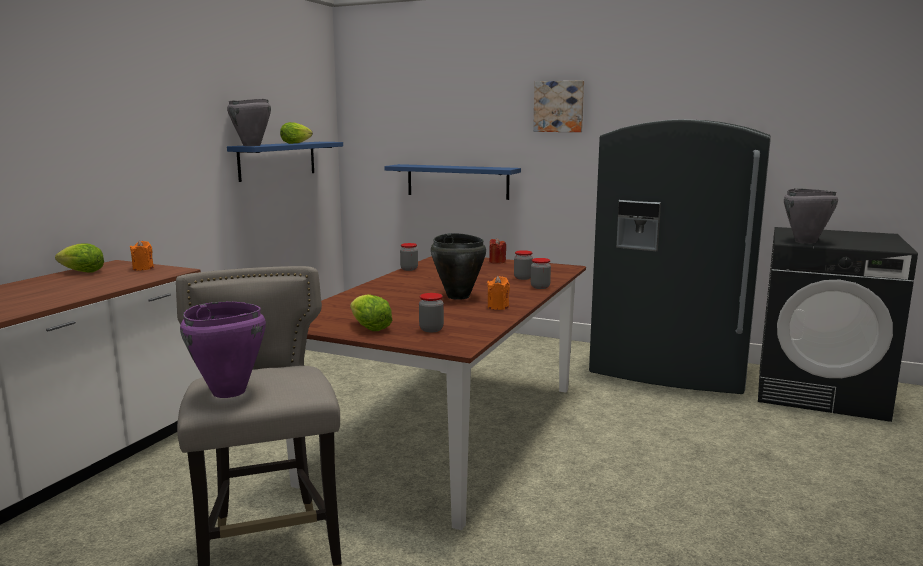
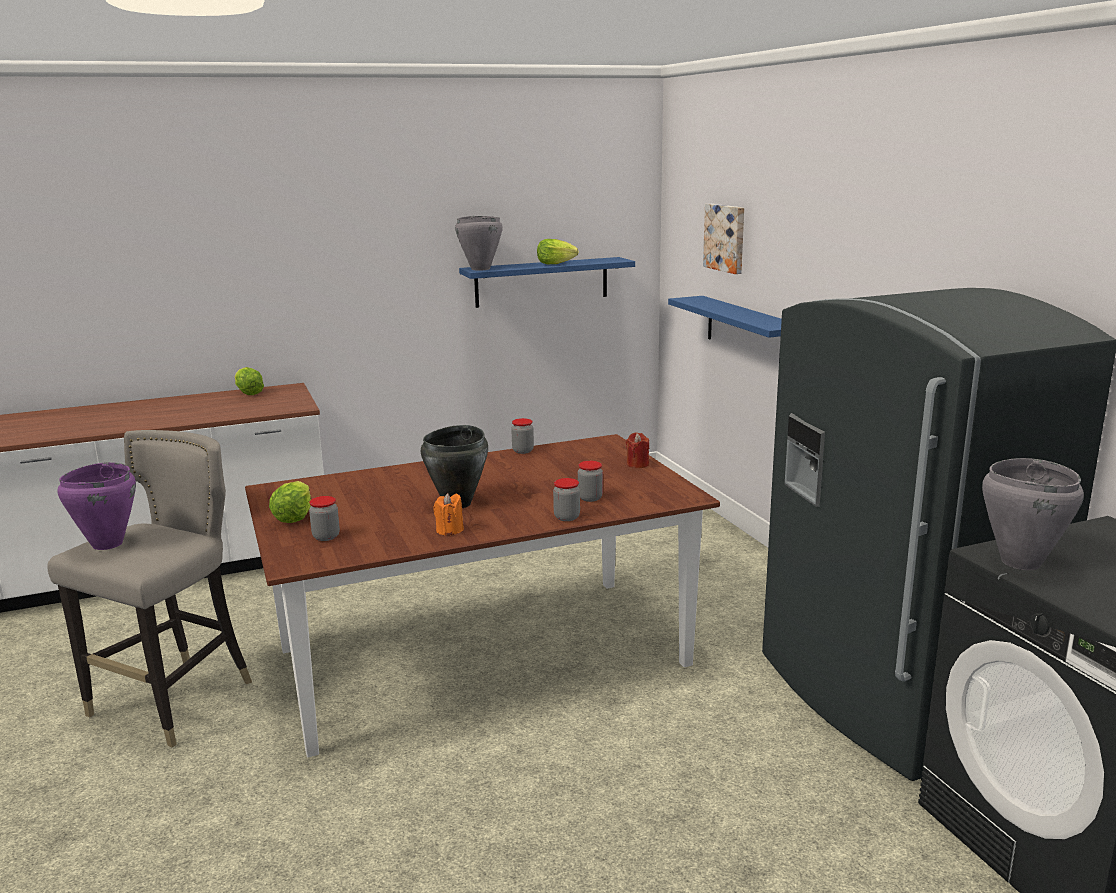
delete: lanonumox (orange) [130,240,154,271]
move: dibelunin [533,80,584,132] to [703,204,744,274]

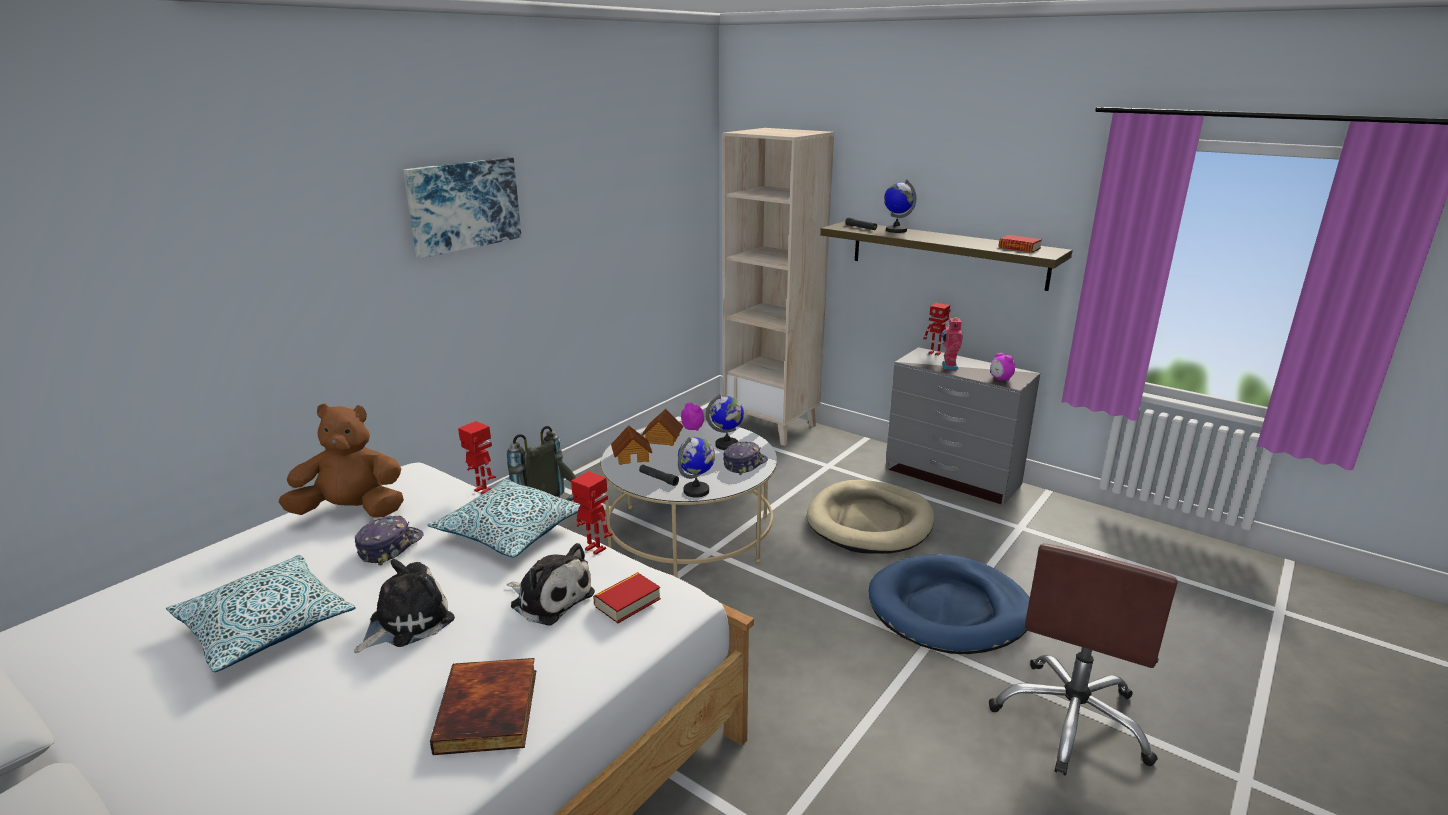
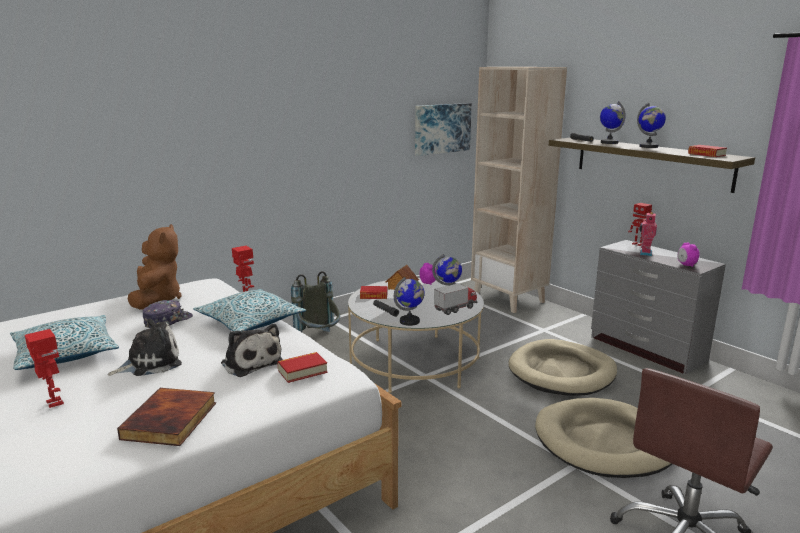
insert: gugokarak [637,103,666,148]
move: dibelunin [403,157,522,258] to [415,103,472,156]; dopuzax [571,471,612,555] to [25,329,64,408]
replace: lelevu [611,425,653,465] to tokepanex [360,286,388,299]; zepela [723,441,768,475] to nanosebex [434,283,477,315]
recolor: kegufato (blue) [868,554,1030,654] to kegufato (beige) [535,398,672,478]
rotate: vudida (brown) [278,404,404,518] = [128,224,181,310] 75 degrees clockwise

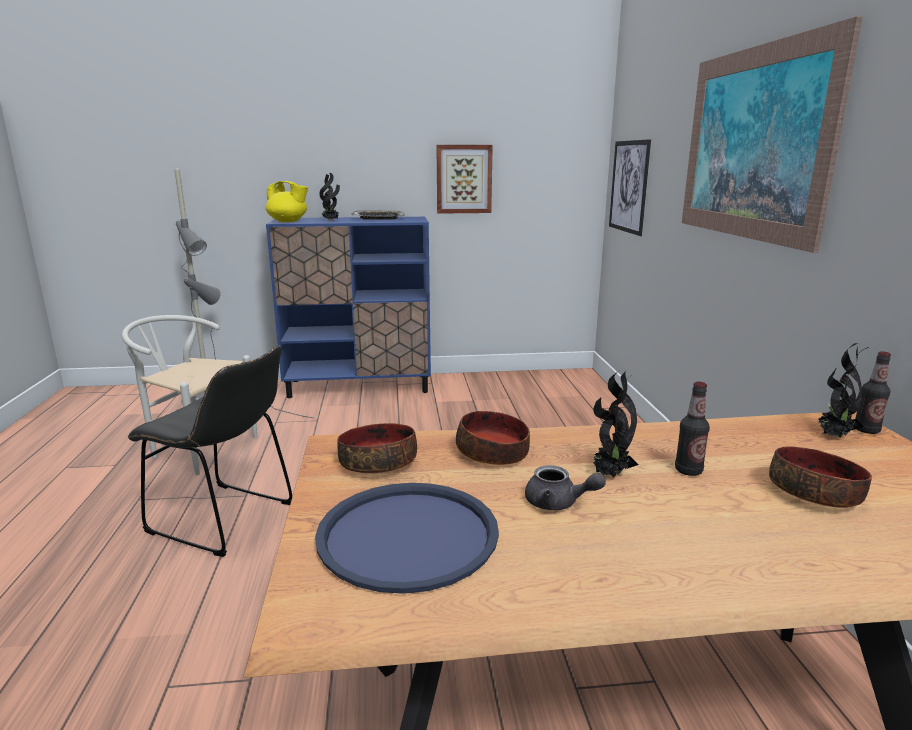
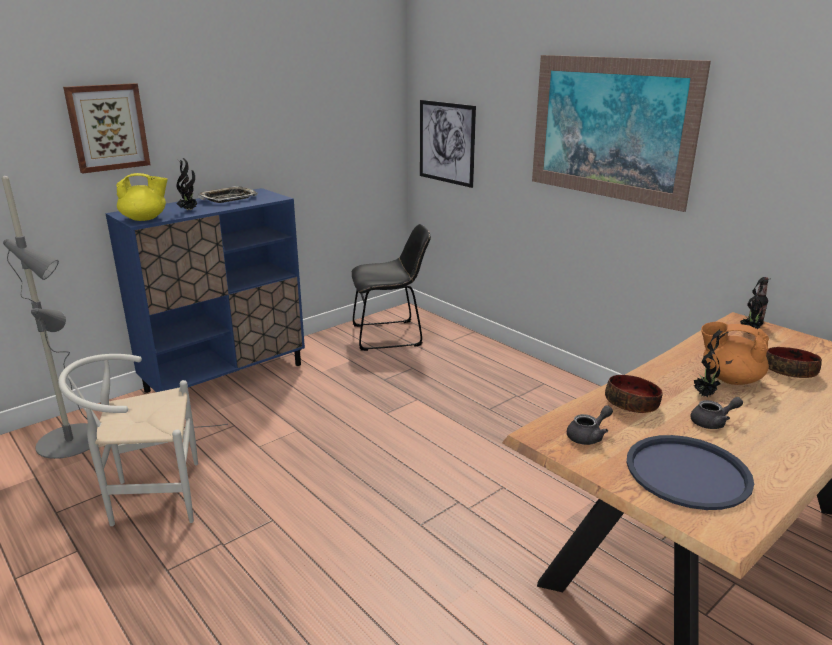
move: dibelunin [436,145,493,214] to [63,83,150,174]; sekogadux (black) [128,345,292,557] to [352,224,431,351]
replace: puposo [675,382,710,476] to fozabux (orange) [701,322,769,385]; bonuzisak [337,423,417,473] to fozabux (grey) [567,405,613,445]

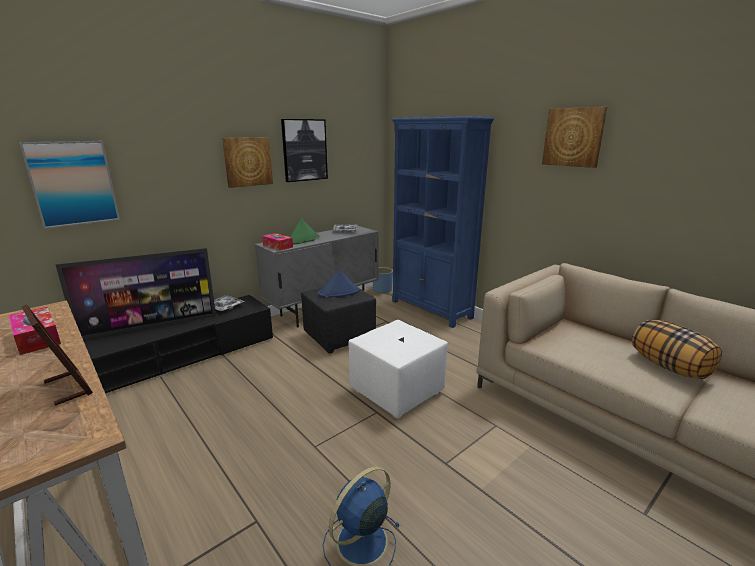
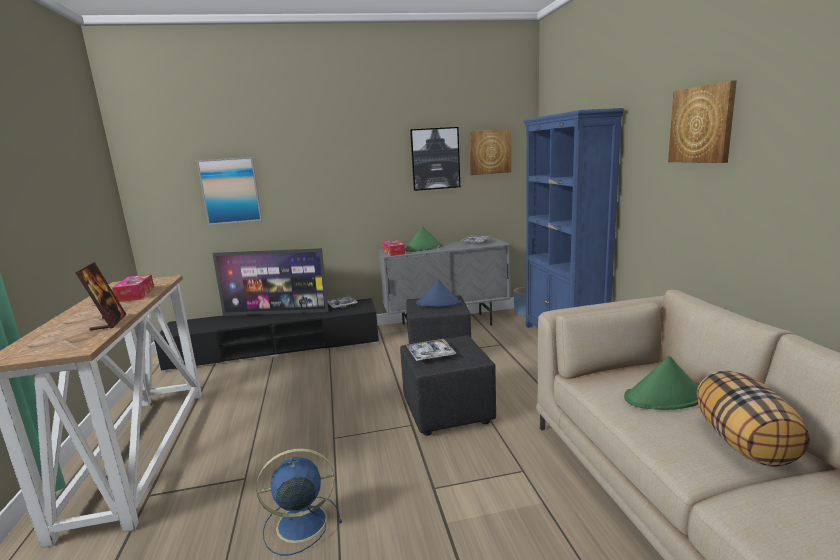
insert: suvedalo [406,339,456,361]; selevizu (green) [624,356,698,410]
move: dibelunin [222,137,273,188] to [469,129,511,175]
recolor: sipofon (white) [348,320,448,419] to sipofon (black) [400,335,496,436]

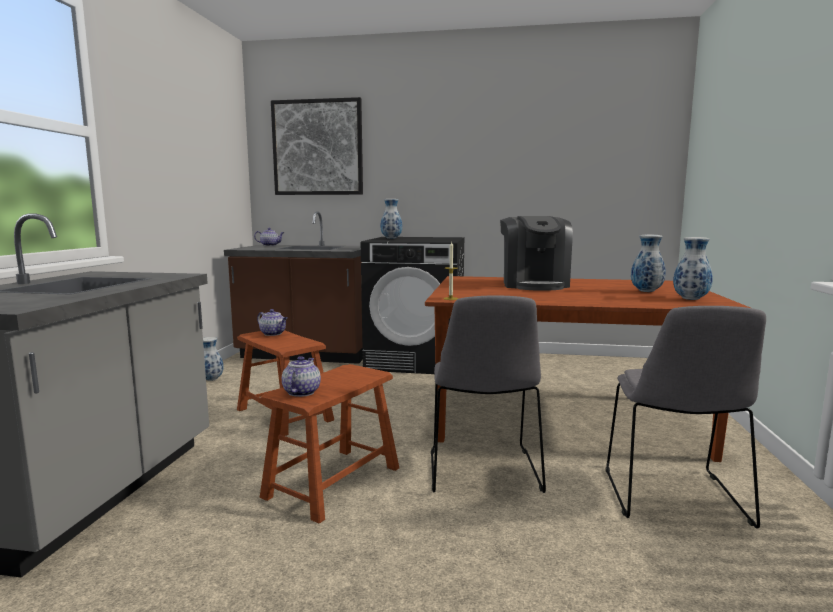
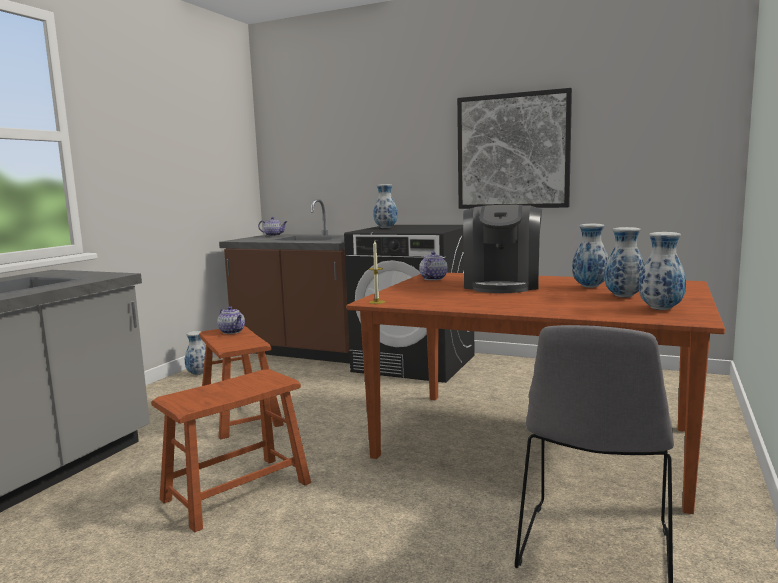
delete: sekogadux (grey) [431,295,546,493]
insert: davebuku [572,224,608,288]
move: dibelunin [271,97,363,195] to [457,88,572,209]; fozabux [282,356,321,397] to [419,251,448,280]

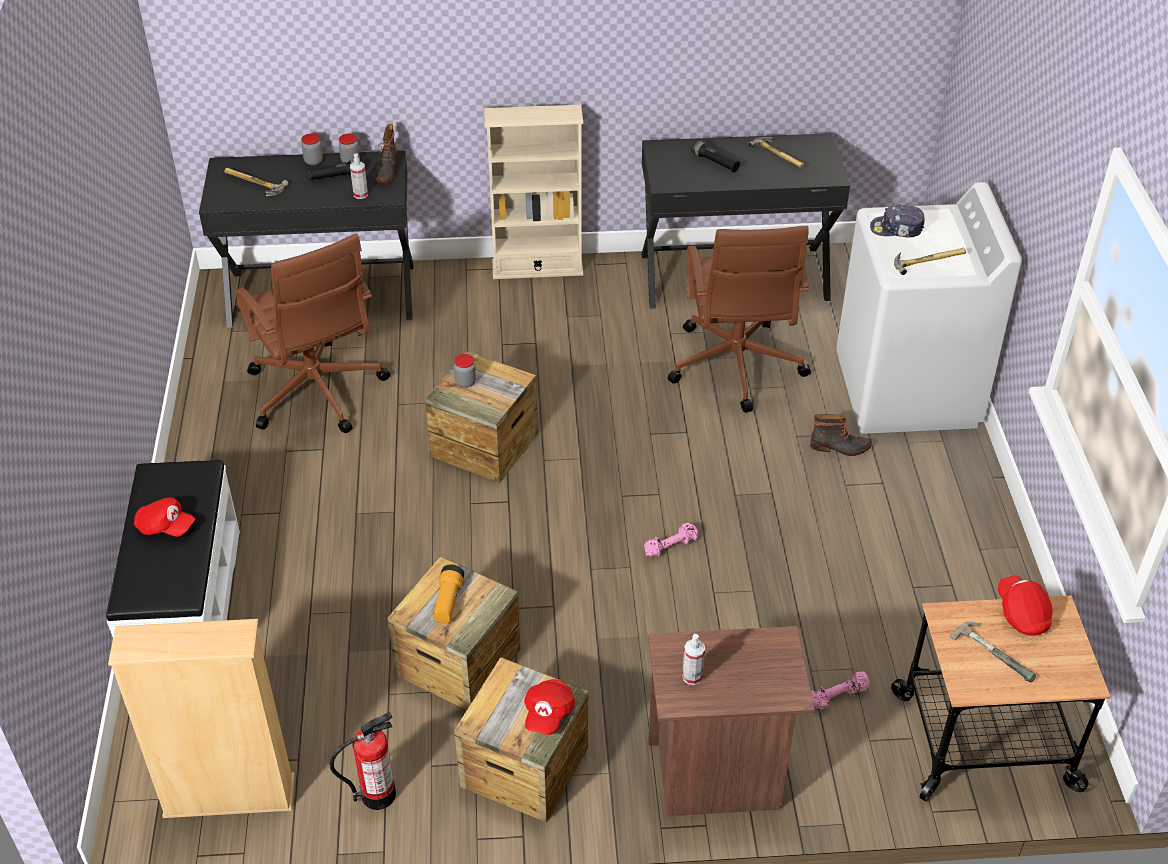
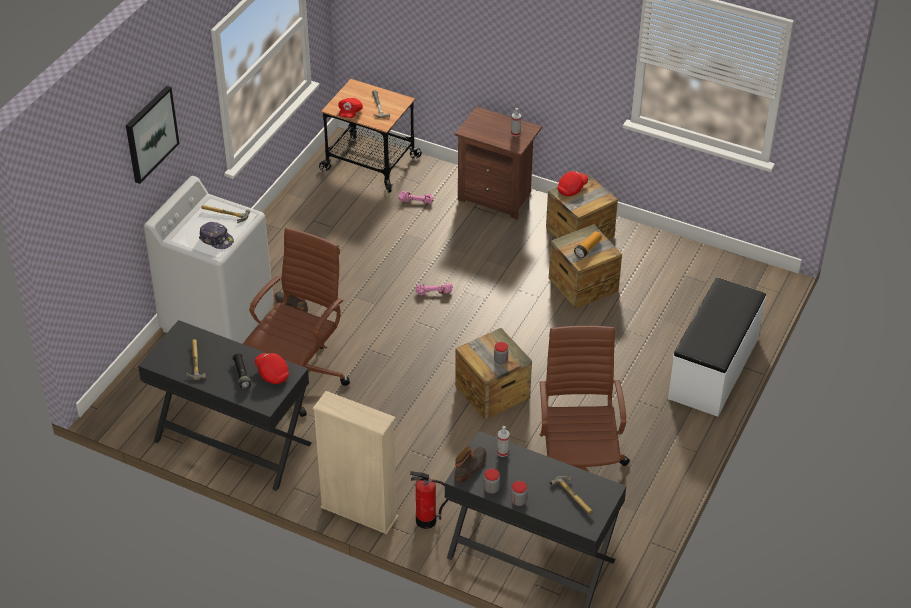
delete: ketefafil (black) [307,160,354,181]; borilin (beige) [108,619,295,818]
insert: dibelunin [126,86,179,184]
move: zepela (red) [134,497,195,537] to [255,353,289,384]; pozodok [329,712,396,810] to [410,471,448,529]

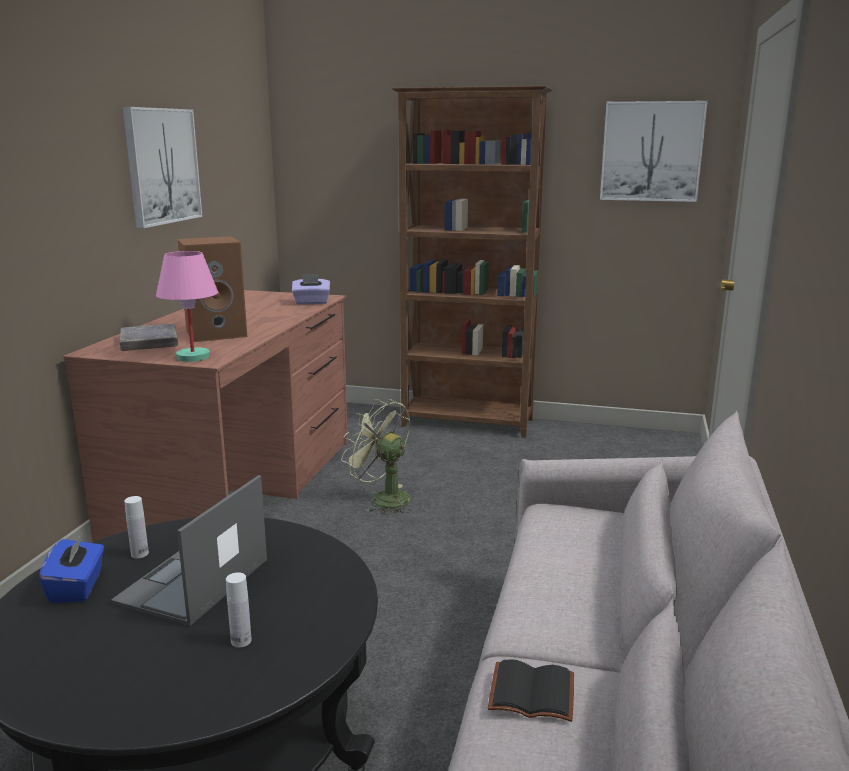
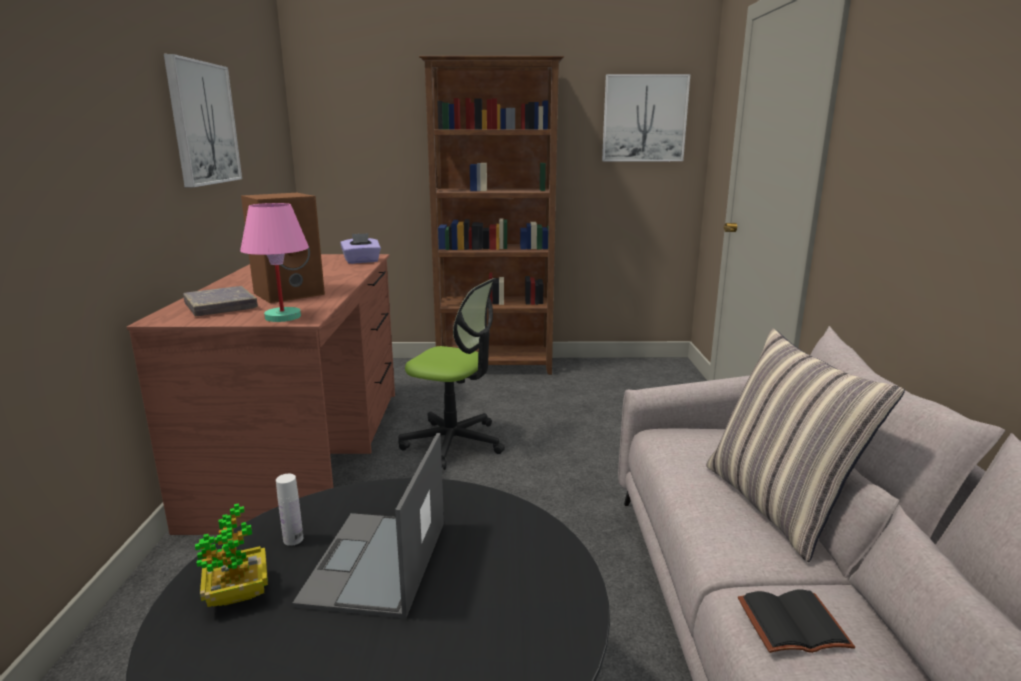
delete: puposo (white) [226,572,252,647]
insert: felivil [706,329,905,562]
replace: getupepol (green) [341,399,411,515] to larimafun [398,278,505,470]; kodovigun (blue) [39,533,104,603] to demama [195,503,268,607]

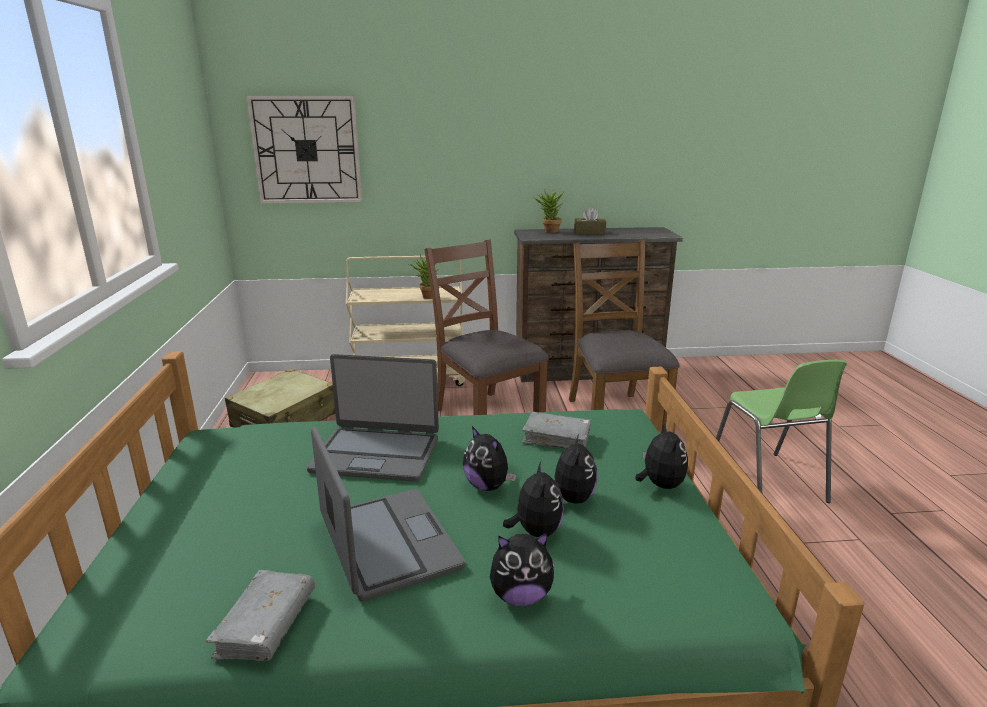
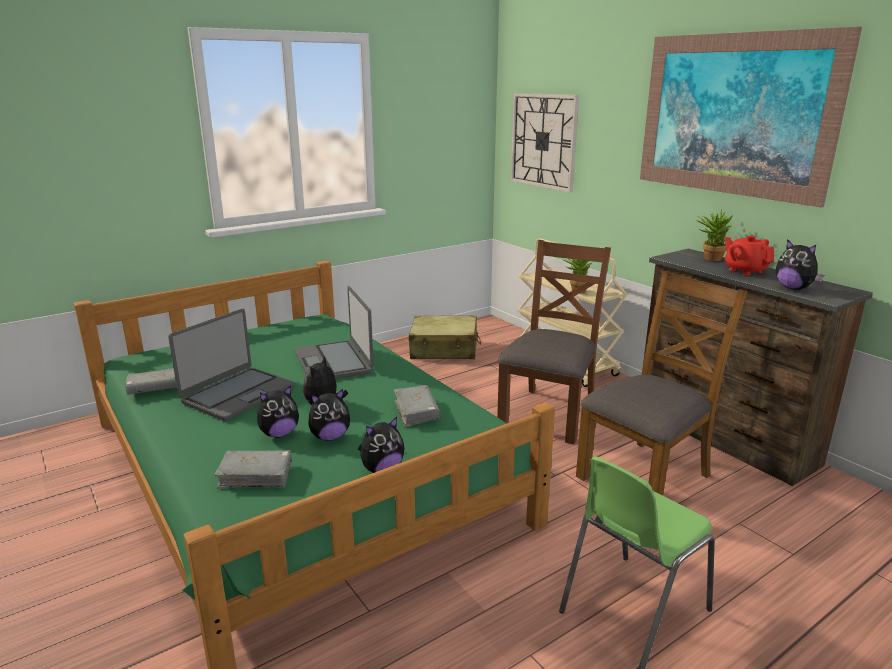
insert: dibelunin [640,26,862,208]; tokepanex (grey) [215,450,292,489]
move: vudida [490,532,555,606] to [776,239,824,290]
replace: kodovigun (brown) [574,207,606,235] to fozabux (red) [725,235,774,275]

